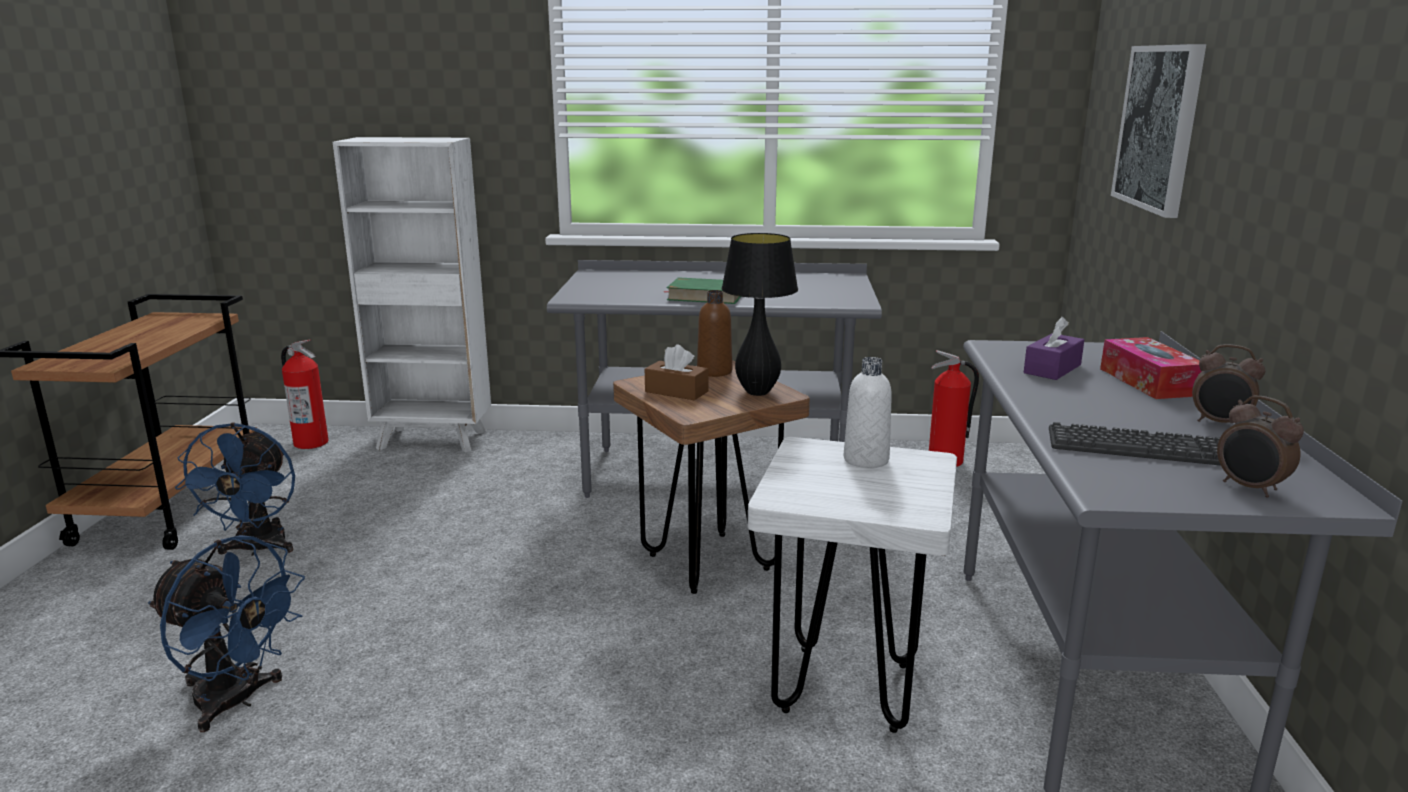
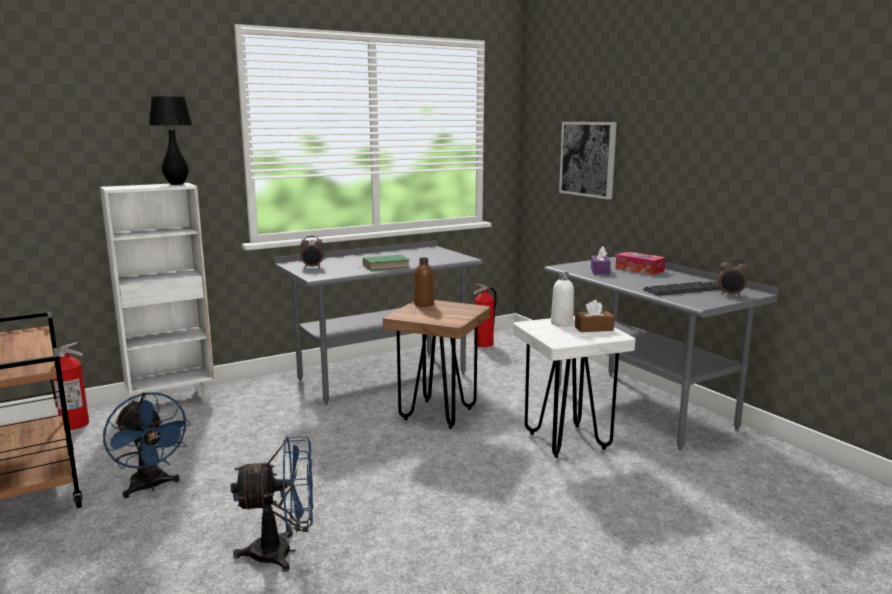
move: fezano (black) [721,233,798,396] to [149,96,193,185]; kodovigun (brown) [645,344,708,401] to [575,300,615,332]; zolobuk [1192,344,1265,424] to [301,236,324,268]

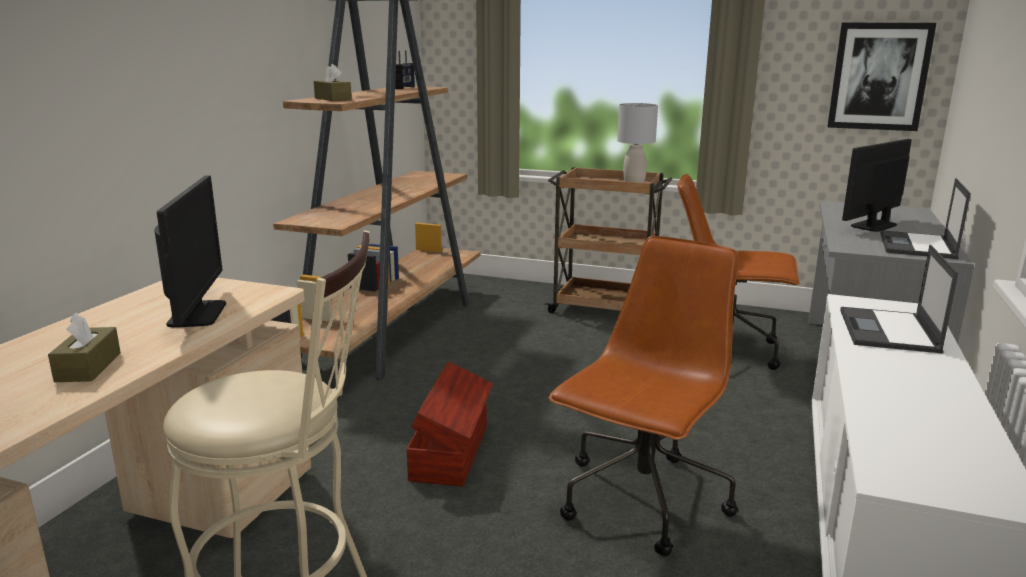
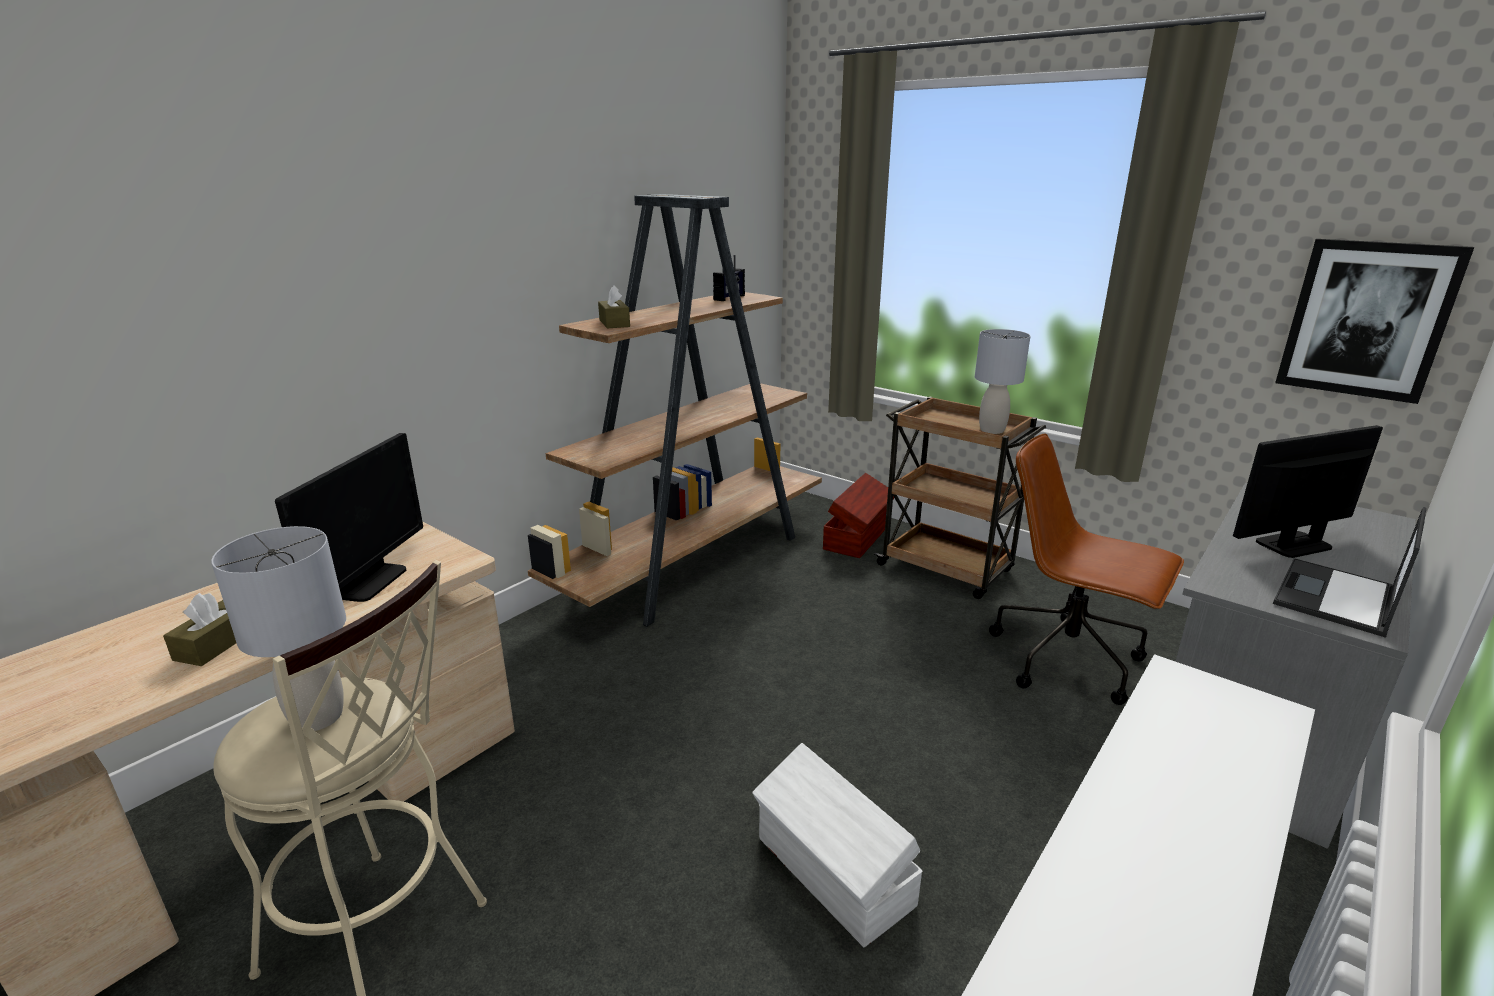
delete: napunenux [840,245,958,354]
insert: fezano (grey) [211,526,346,731]
move: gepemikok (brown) [407,361,493,486] to [823,473,894,558]
replace: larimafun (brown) [548,236,738,556] to gepemikok (white) [752,743,922,947]

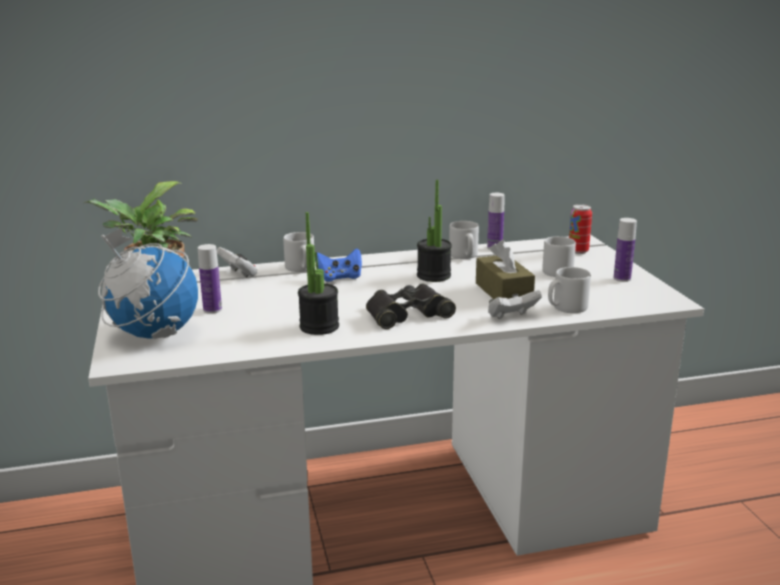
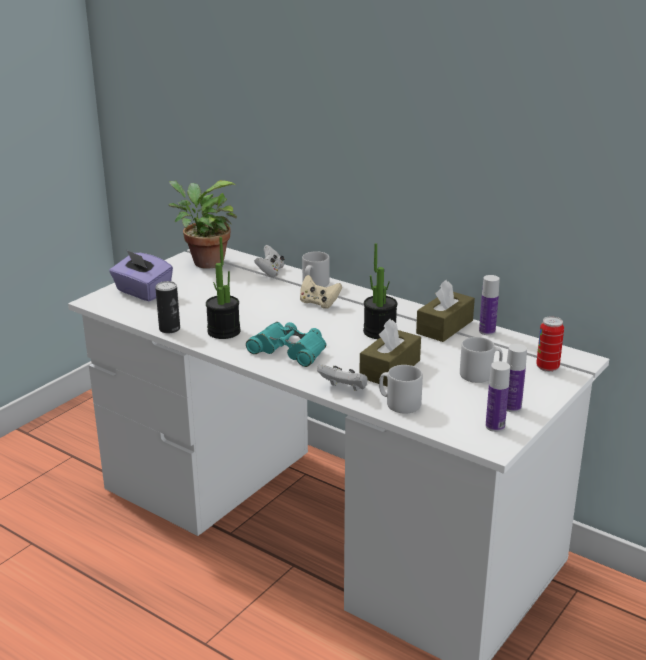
insert: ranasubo [155,281,180,333]
move: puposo [198,244,222,314] to [486,361,510,432]
replace: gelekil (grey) [449,221,479,259] to kodovigun (brown) [416,280,475,342]; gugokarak [98,227,198,339] to kodovigun (purple) [109,250,173,301]
recolor: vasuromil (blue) [317,248,362,282] to vasuromil (beige) [300,275,342,309]; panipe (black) [366,283,456,329] to panipe (turquoise) [246,322,326,367]

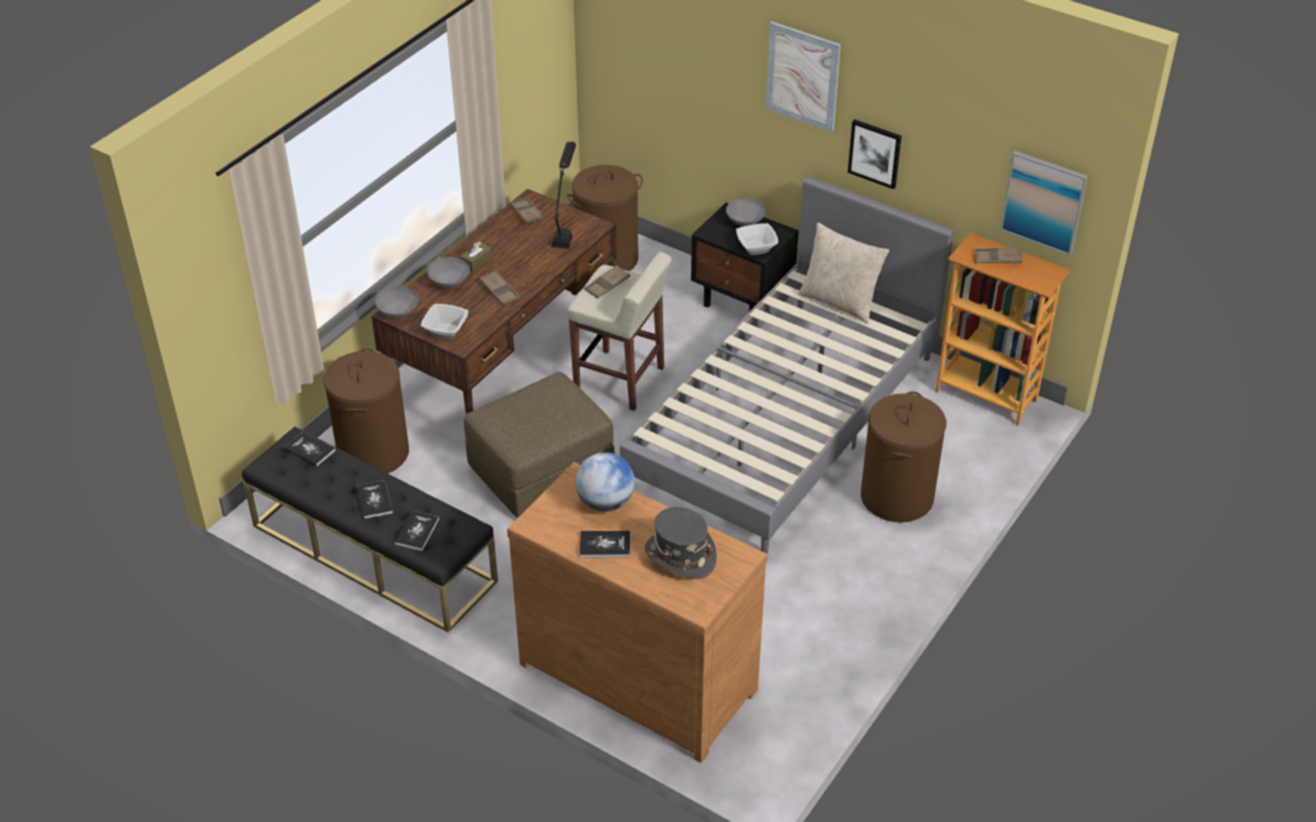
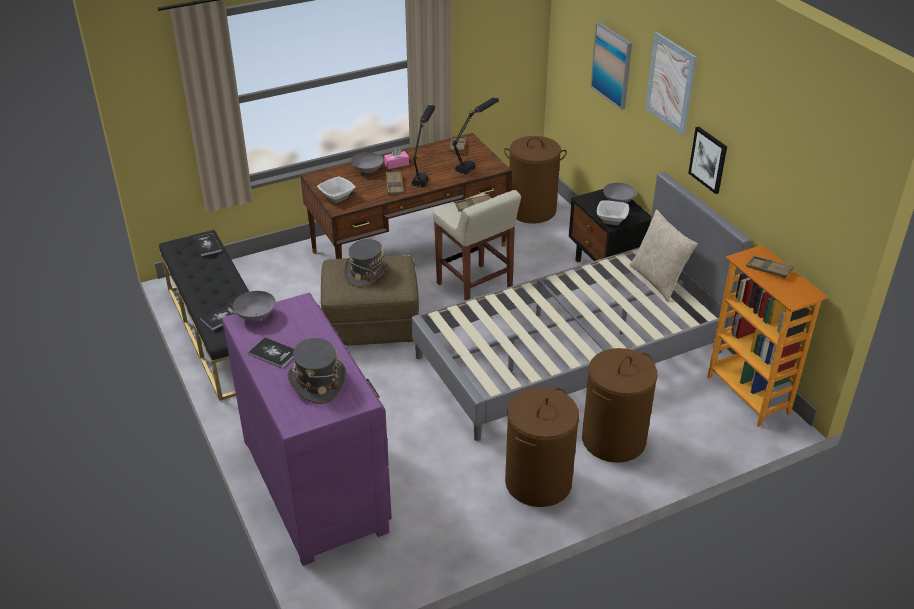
delete: gugokarak [575,452,635,512]; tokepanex [356,480,393,519]
insert: fezano (black) [411,105,435,187]; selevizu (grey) [344,239,389,287]
move: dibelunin [1000,151,1088,256] to [591,22,632,110]; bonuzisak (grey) [375,286,419,318] to [233,291,276,321]; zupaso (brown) [324,348,409,474] to [505,387,579,507]
recolor: kodovigun (brown) [460,241,492,272] to kodovigun (pink) [384,148,409,169]; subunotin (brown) [507,462,768,763] to subunotin (purple) [221,293,392,566]

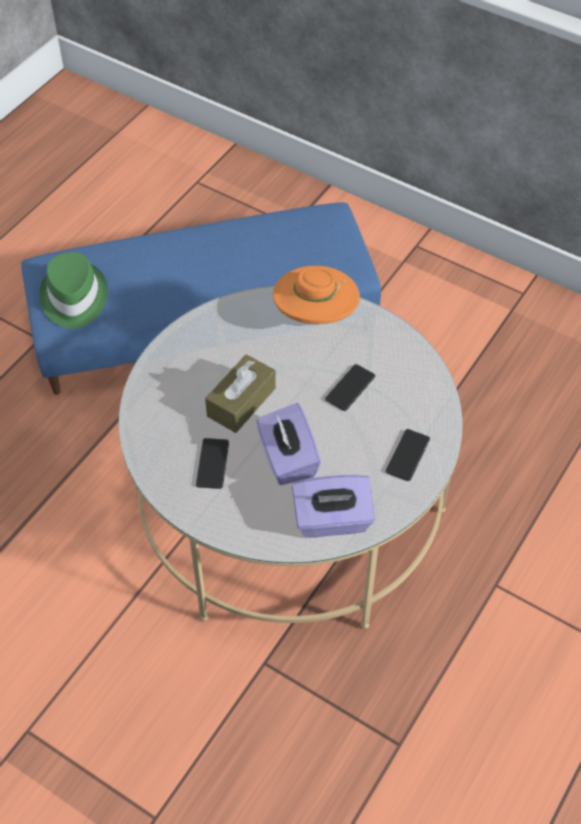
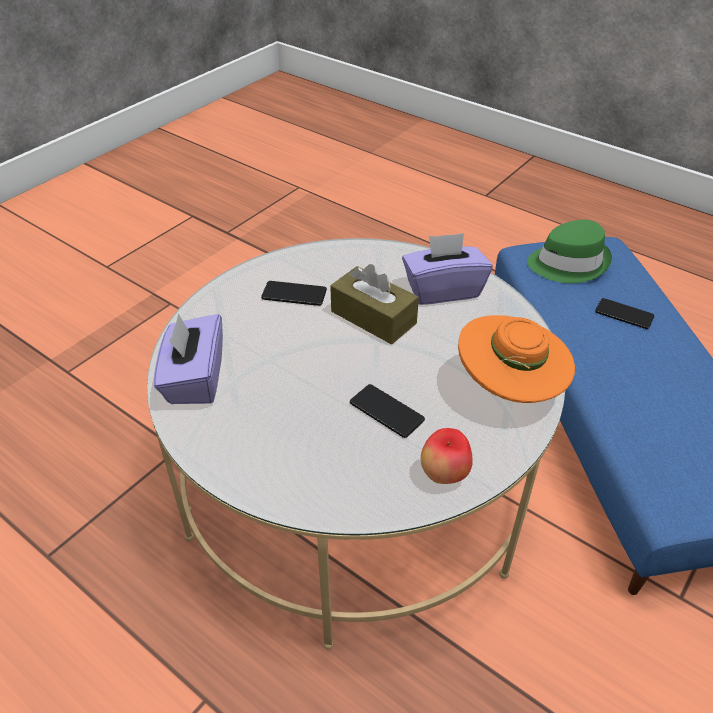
insert: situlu [421,428,473,484]
move: kodovigun (purple) [256,403,321,485] to [402,233,492,305]; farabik [386,429,430,481] to [595,298,654,329]

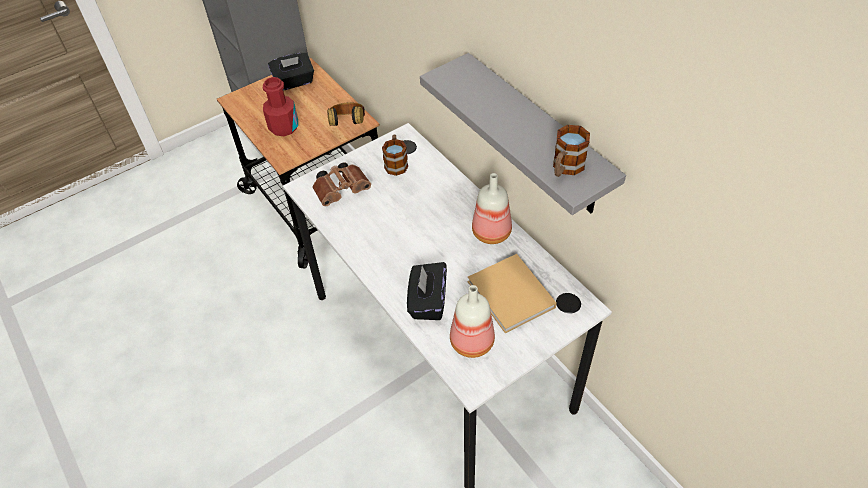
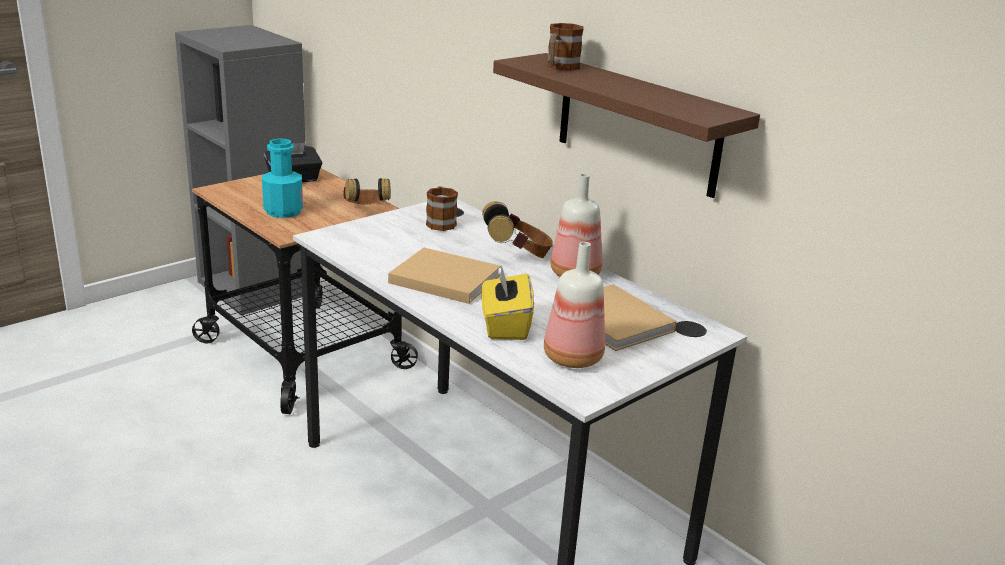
delete: panipe (brown) [313,162,371,206]
insert: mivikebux [482,201,553,258]; tokepanex (beige) [388,248,501,304]
move: gelekil [553,125,590,177] to [547,23,584,71]
recolor: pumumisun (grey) [420,53,626,215] to pumumisun (brown) [493,53,760,198]; puposo (red) [263,77,298,136] to puposo (turquoise) [262,138,303,218]; kodovigun (black) [407,262,447,320] to kodovigun (yellow) [482,265,534,340]

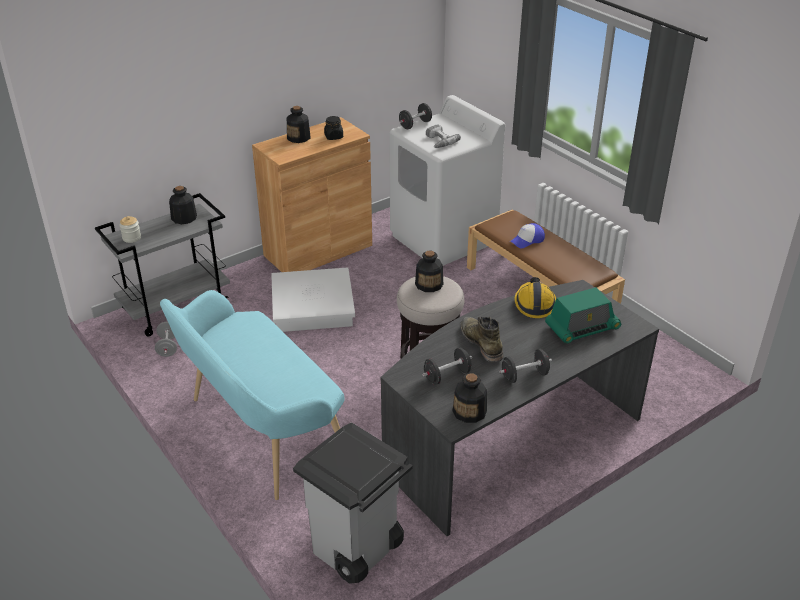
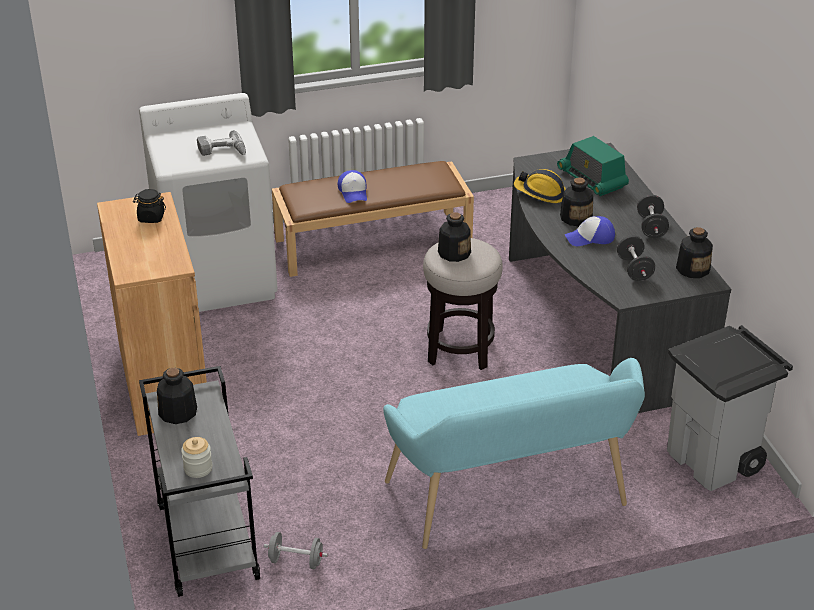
delete: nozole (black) [399,103,432,130]; gepemikok (white) [271,268,355,332]
move: puposo [287,106,310,143] to [560,177,593,226]
replace: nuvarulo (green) [460,317,504,363] to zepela [565,216,615,246]
rotate: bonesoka [545,287,621,343] = [557,136,629,196] 150 degrees clockwise

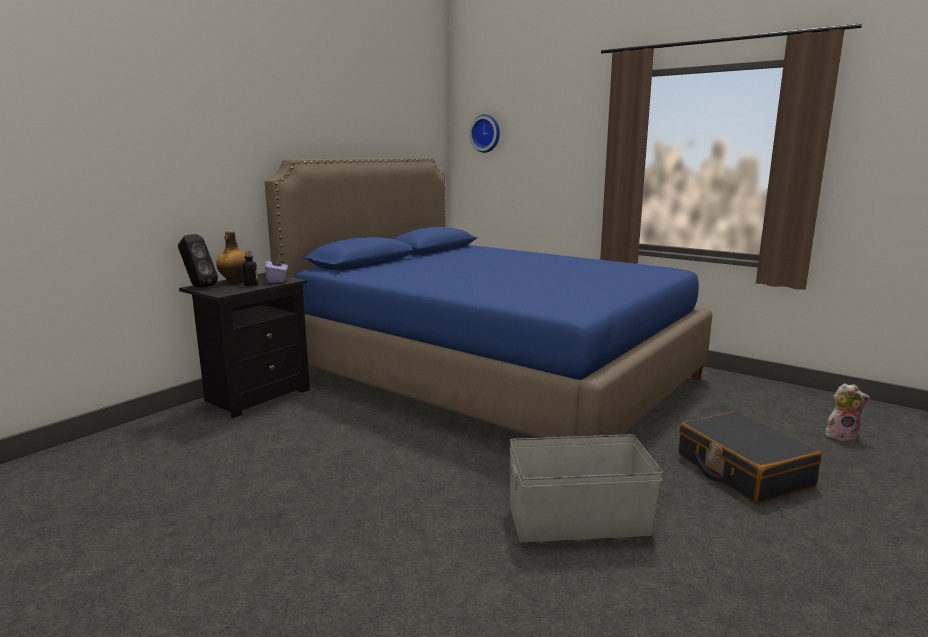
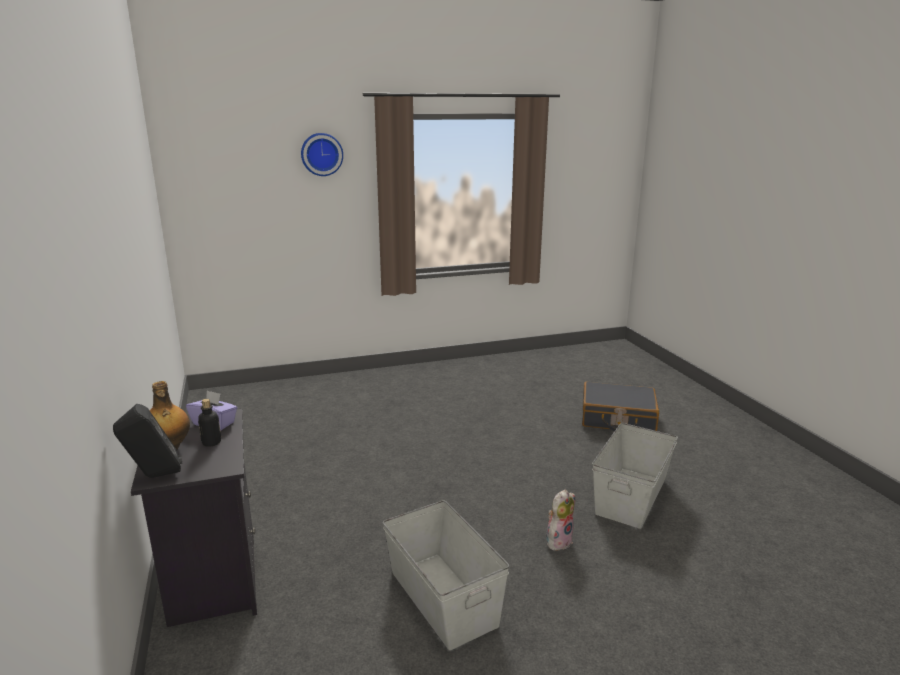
delete: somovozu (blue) [265,158,712,438]
insert: gepemikok (grey) [383,500,509,650]
move: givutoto [469,114,500,153] to [301,133,343,176]; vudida [825,383,870,442] to [546,489,575,552]

